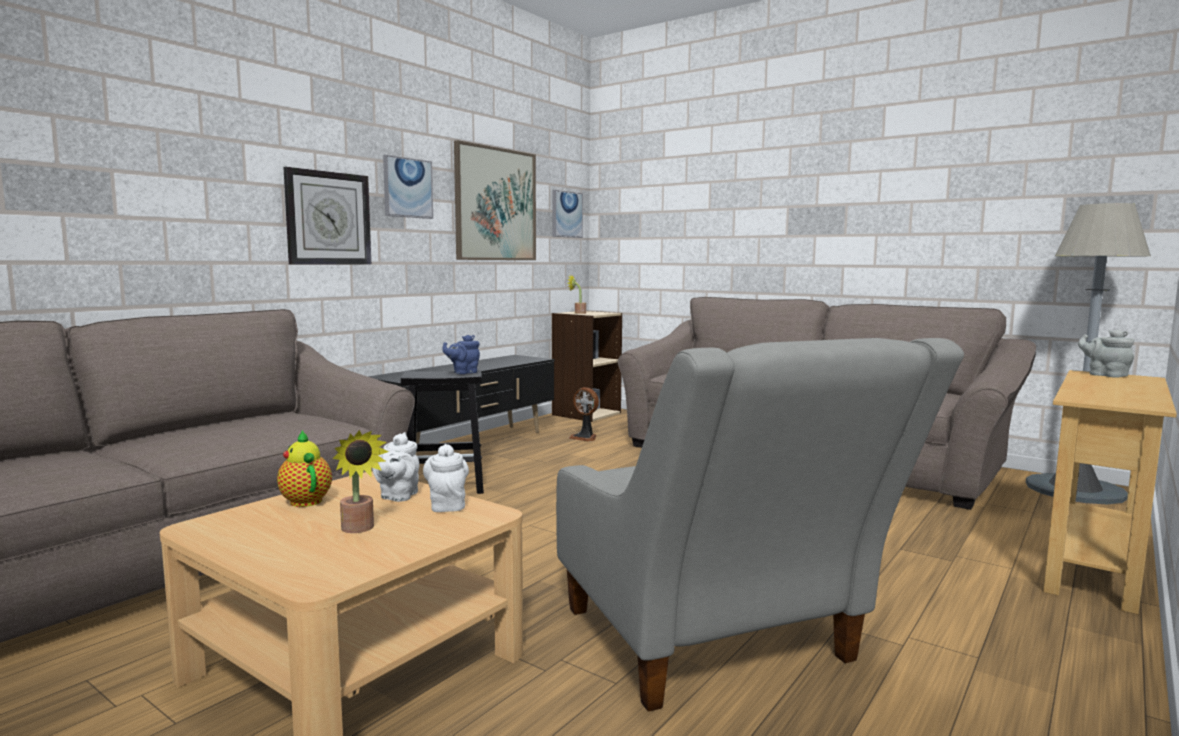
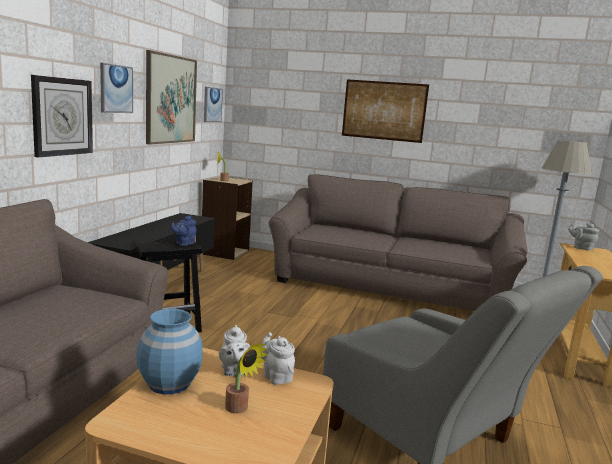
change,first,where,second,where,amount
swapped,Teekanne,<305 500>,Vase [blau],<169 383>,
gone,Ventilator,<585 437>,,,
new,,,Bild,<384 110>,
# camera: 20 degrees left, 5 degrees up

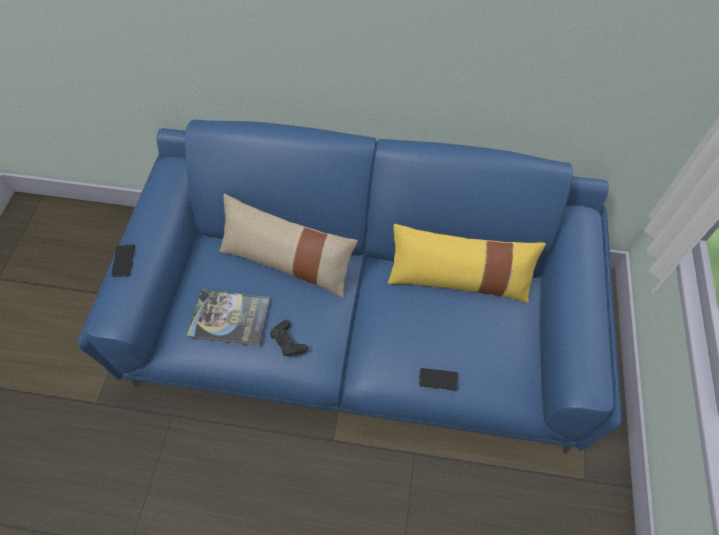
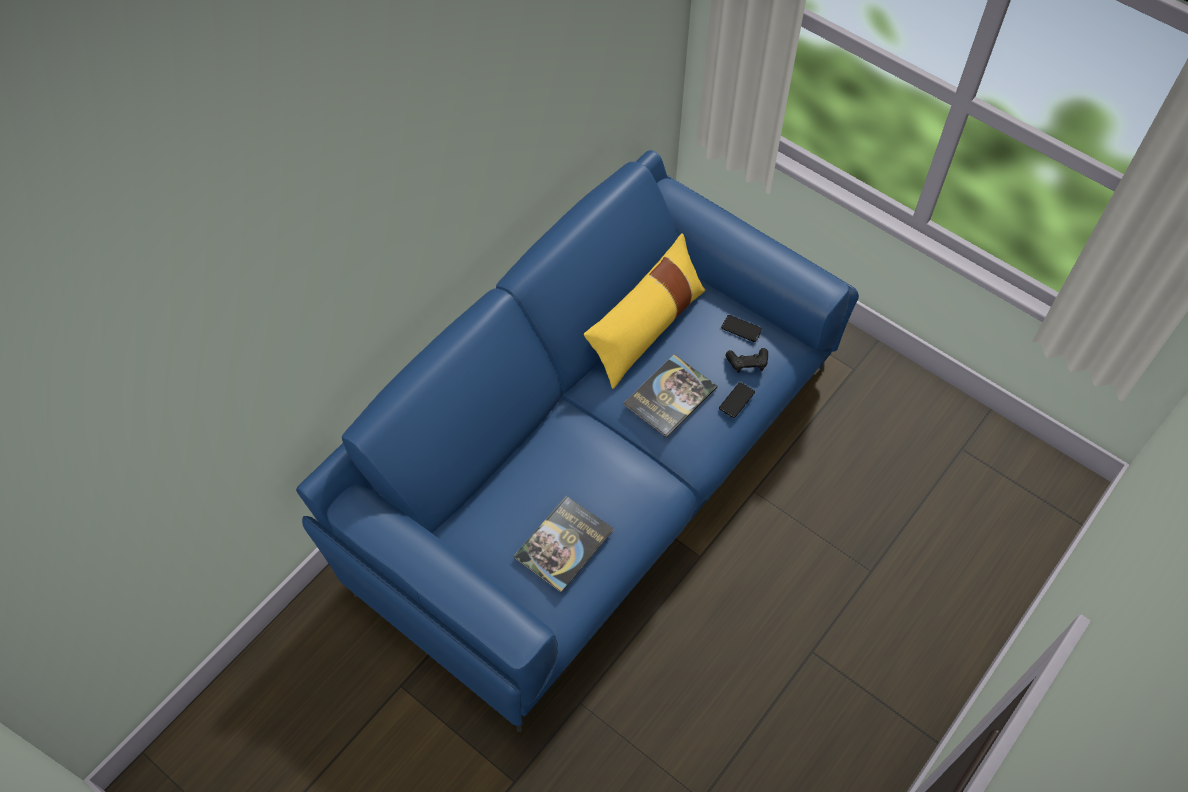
change,first,where,second,where,amount
shifted,Handy,<123 261>,,<741 329>,
gone,Kissen [beige],<287 262>,,,
shifted,Gamepad [schwarz],<288 342>,,<747 363>,
new,,,Buch,<670 396>,
# camera: 60 degrees left, 0 degrees up

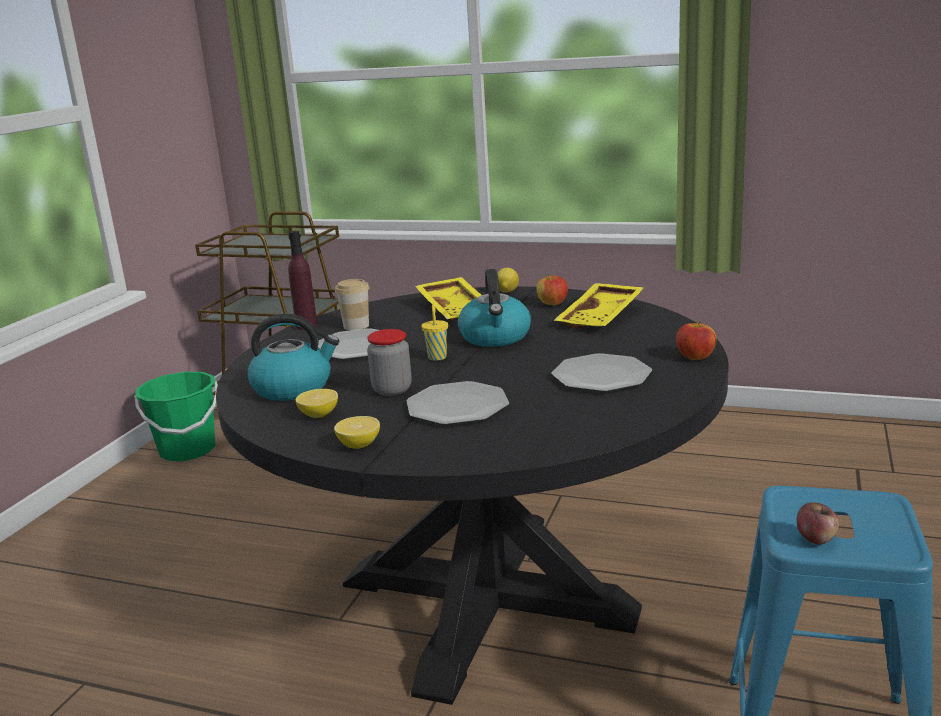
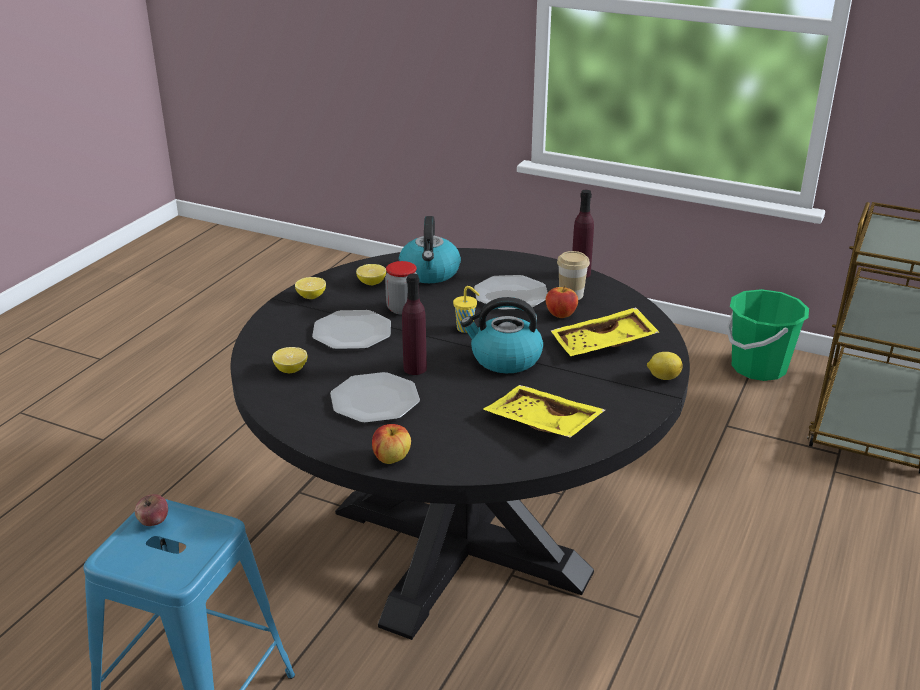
change,first,where,second,where,amount
shifted,Apfel,<552 304>,,<560 315>,
new,,,Zitrone,<291 369>,
new,,,Flasche [lila],<415 368>,
# camera: 95 degrees right, 10 degrees up

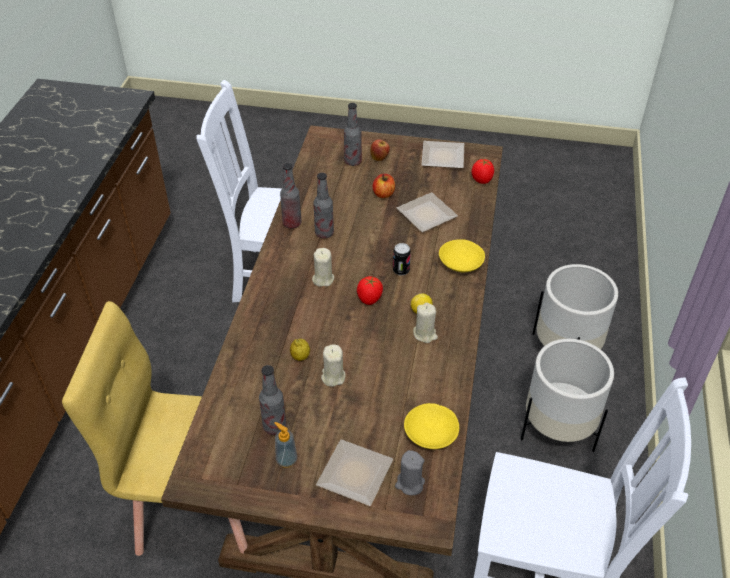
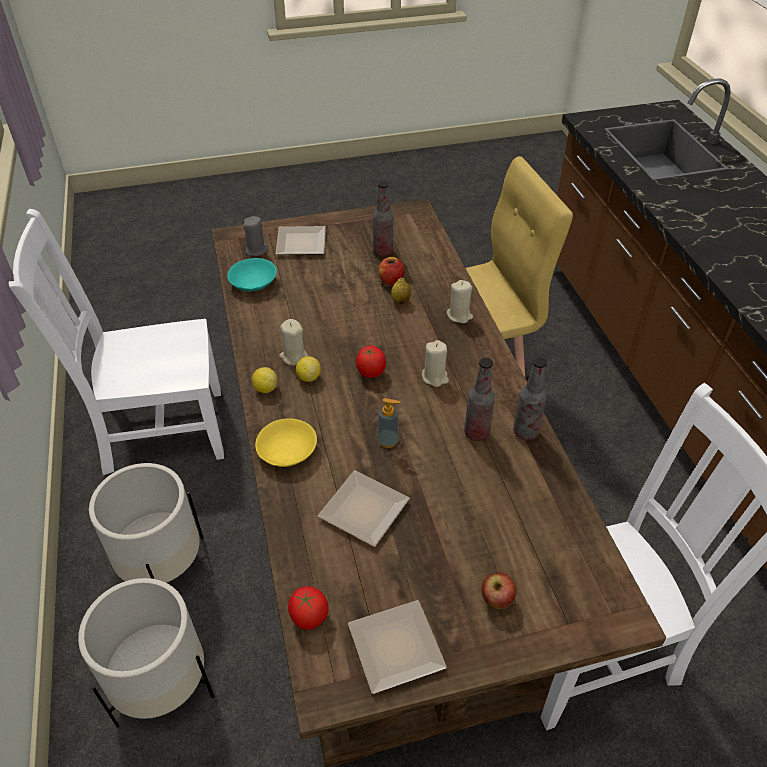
change,first,where,second,where,amount
shifted,Seifenspender,<286 460>,,<388 440>,
shifted,Kerze [beige],<333 376>,,<459 315>,
gone,Flasche,<353 162>,,,
shifted,Apfel,<383 194>,,<391 280>,
gone,Dose,<401 270>,,,
repainted,Schüssel [gelb],<431 433>,Schüssel [türkis],<252 283>,
new,,,Zitrone,<265 388>,
# camera: 155 degrees right, 0 degrees up

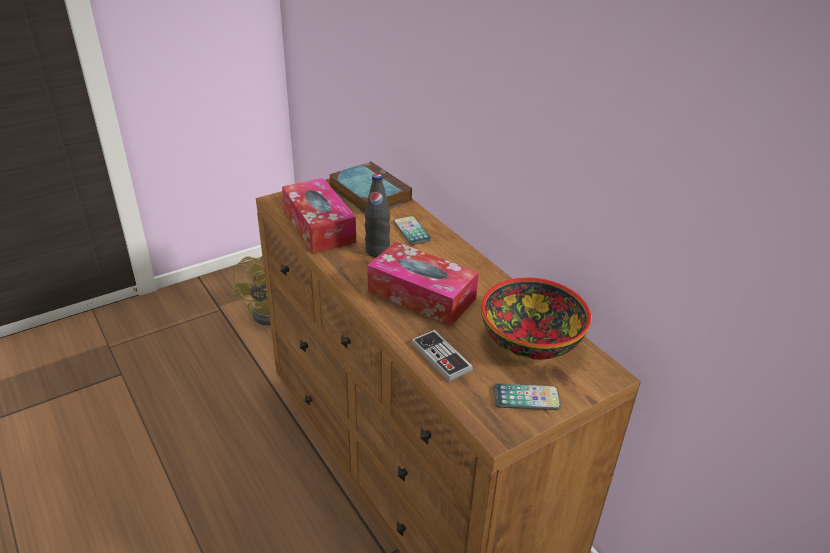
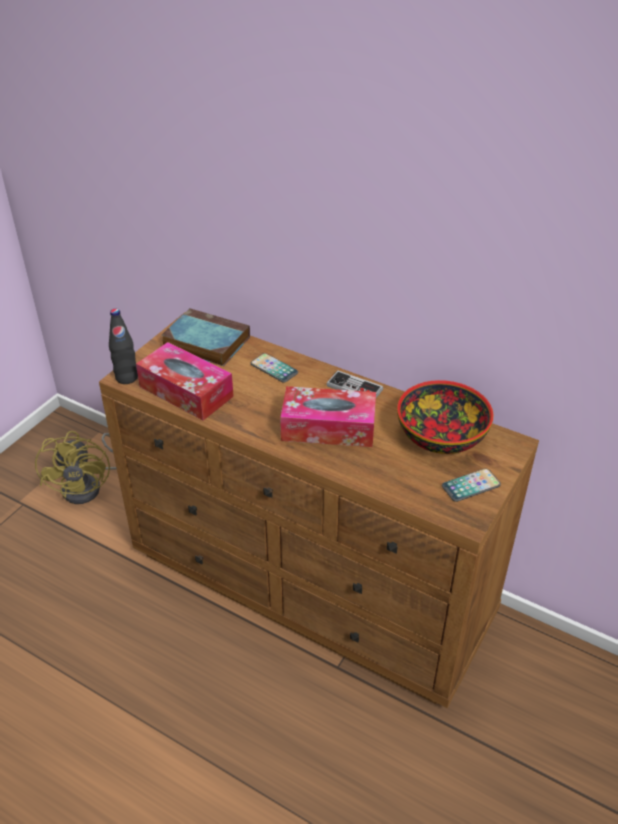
change,first,where,second,where,amount
shifted,Flasche [schwarz],<377 251>,,<127 377>,
shifted,Gamepad,<441 357>,,<354 388>,
# camera: 25 degrees left, 5 degrees up

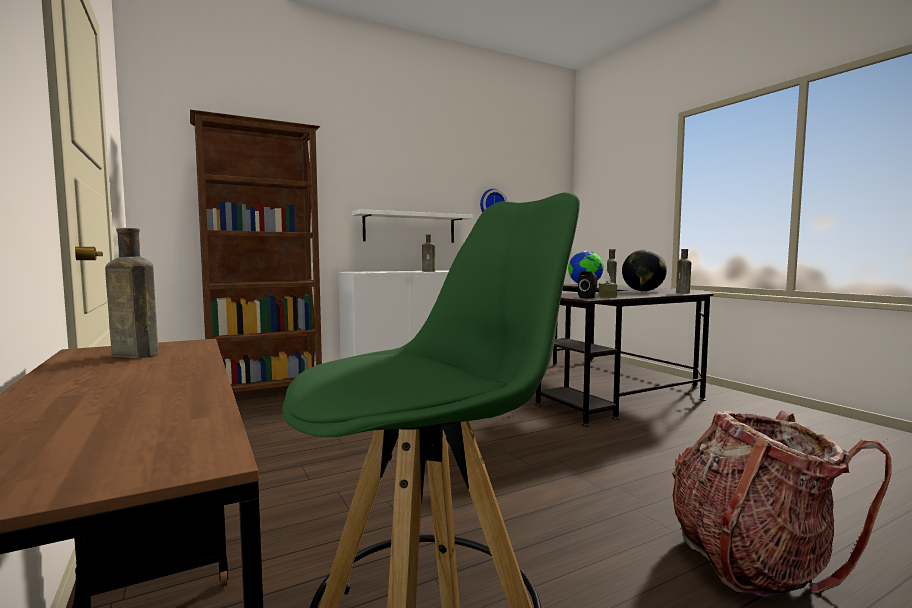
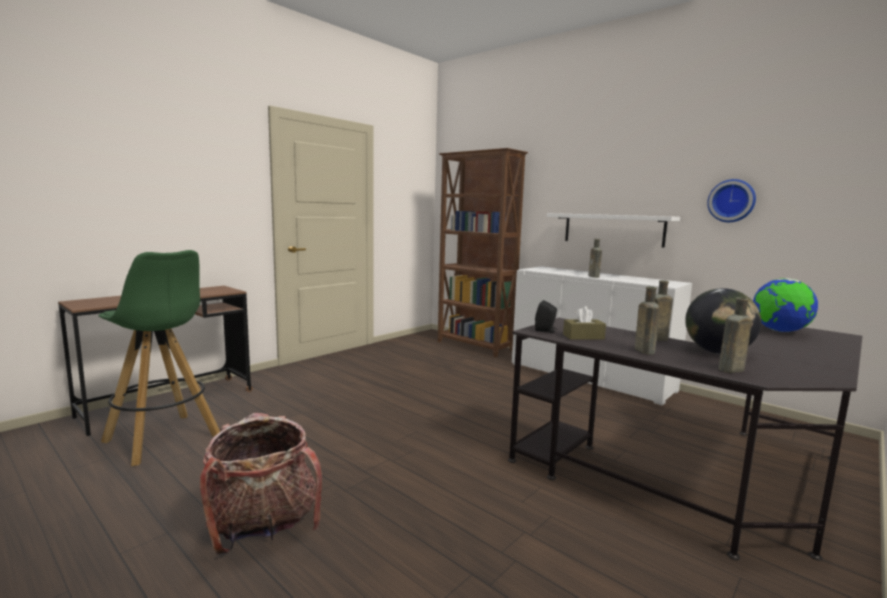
change,first,where,second,where,amount
shifted,Flasche [braun],<132 355>,,<643 350>,
# camera: 70 degrees right, 5 degrees up

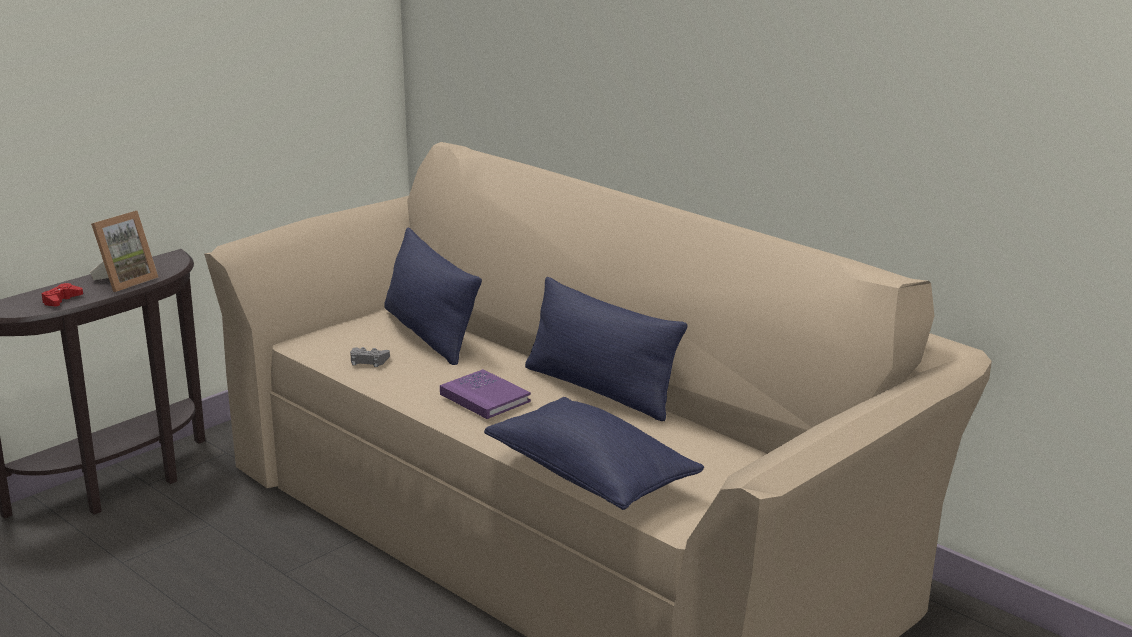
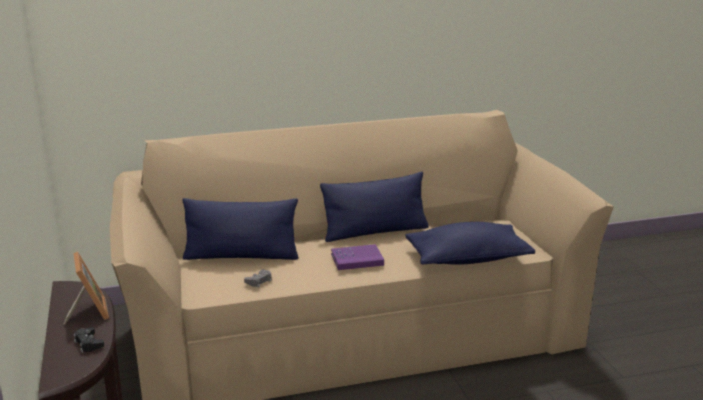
change,first,where,second,where,amount
repainted,Gamepad [rot],<61 300>,Gamepad [schwarz],<88 343>,
# camera: 60 degrees left, 0 degrees up

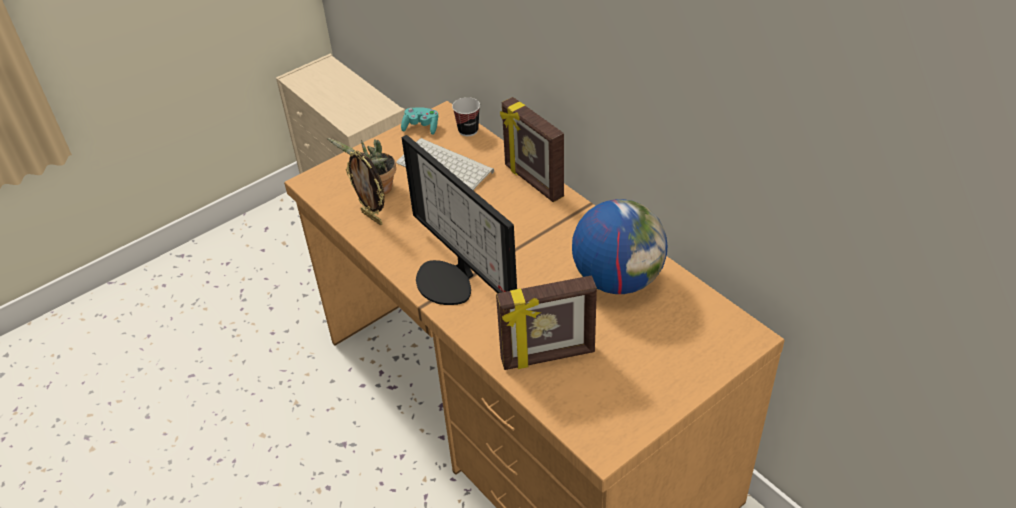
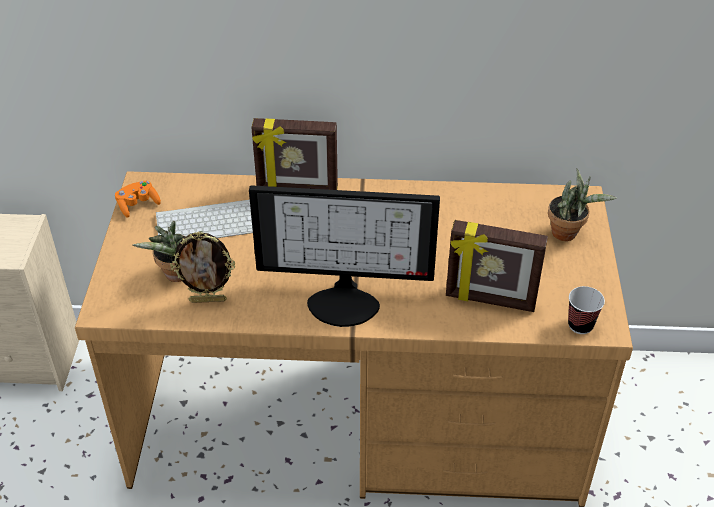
change,first,where,second,where,amount
repainted,Gamepad [türkis],<421 127>,Gamepad [orange],<138 205>,
shifted,Tasse,<468 130>,,<580 325>,
rotated,Bilderrahmen,<548 357>,,<490 300>,75 degrees clockwise
gone,Globus,<617 279>,,,
new,,,Topfpflanze,<568 233>,
# camera: 50 degrees left, 0 degrees up

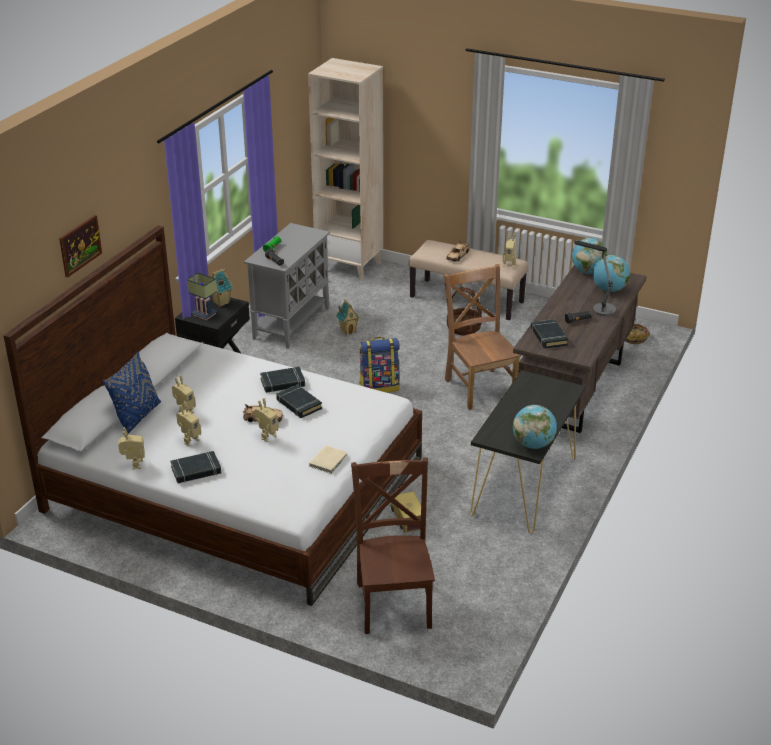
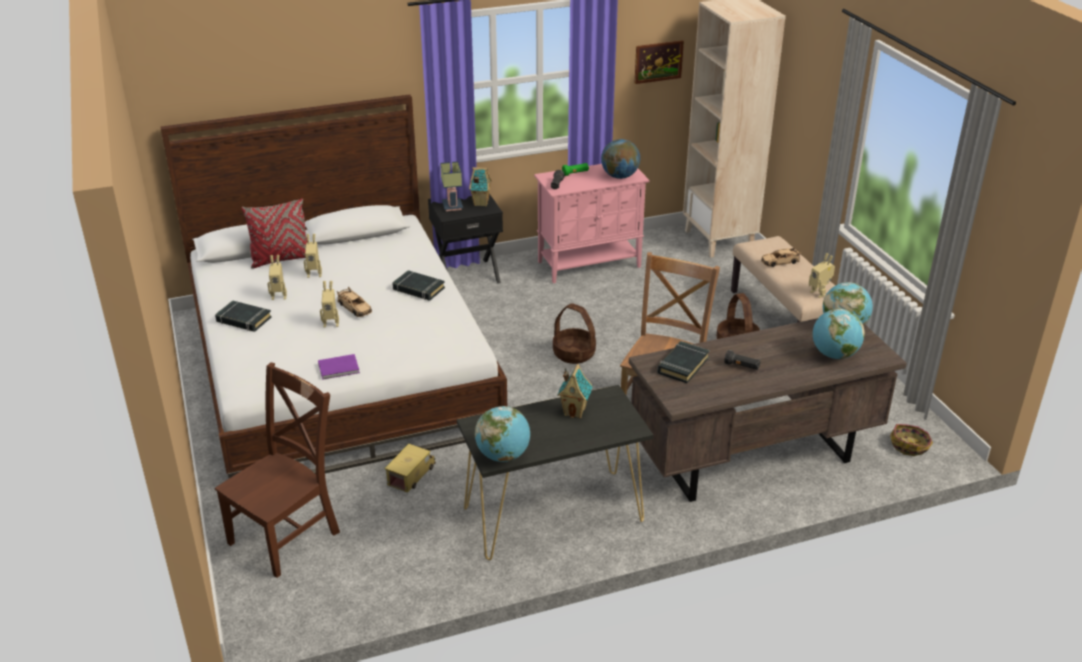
change,first,where,second,where,amount
shifted,Bild,<80 245>,,<658 61>,
repainted,Kissen [blau],<137 417>,Kissen [rot],<281 259>,
gone,Spielzeugroboter,<133 465>,,,
repainted,Schrank [grau],<291 323>,Schrank [rosa],<590 264>,
gone,Buch [schwarz],<298 404>,,,
repainted,Buch [beige],<329 460>,Buch [lila],<340 368>,
shifted,Spielzeughaus,<348 331>,,<575 411>,
swapped,Rucksack,<379 386>,Korb,<574 353>,
gone,Tischlampe,<598 308>,,,
new,,,Globus,<619 176>,
# camera: 45 degrees right, 0 degrees up

